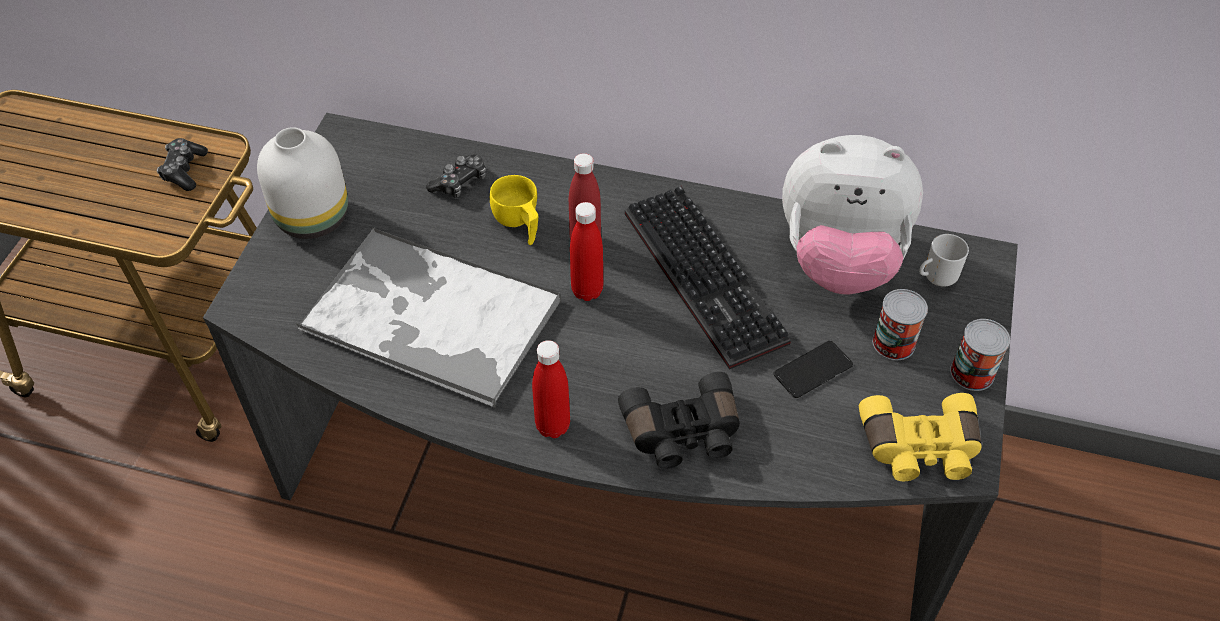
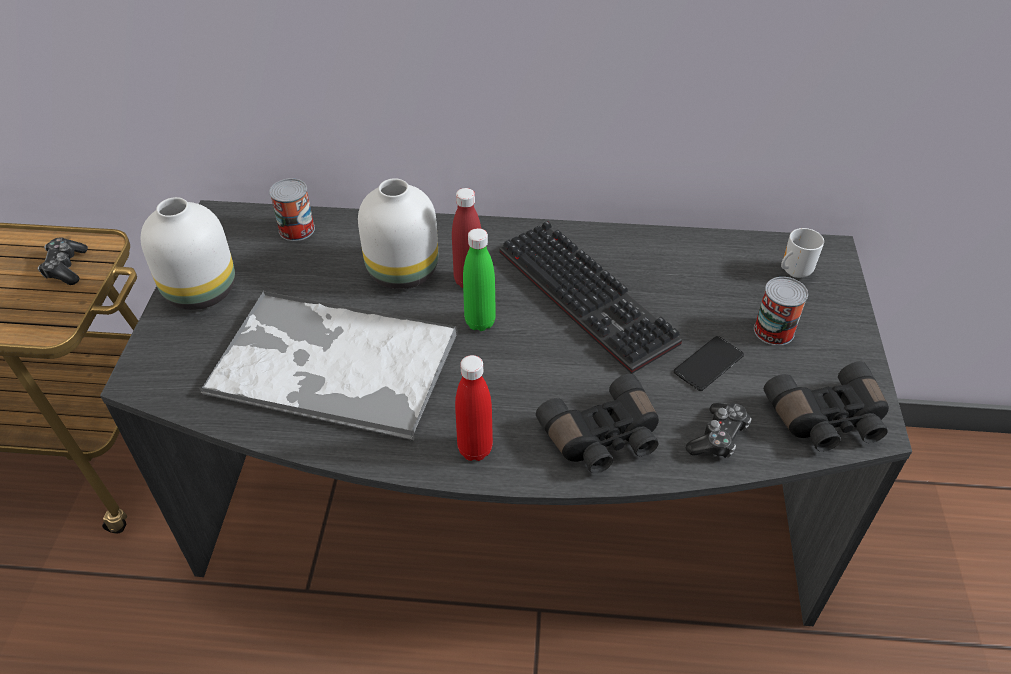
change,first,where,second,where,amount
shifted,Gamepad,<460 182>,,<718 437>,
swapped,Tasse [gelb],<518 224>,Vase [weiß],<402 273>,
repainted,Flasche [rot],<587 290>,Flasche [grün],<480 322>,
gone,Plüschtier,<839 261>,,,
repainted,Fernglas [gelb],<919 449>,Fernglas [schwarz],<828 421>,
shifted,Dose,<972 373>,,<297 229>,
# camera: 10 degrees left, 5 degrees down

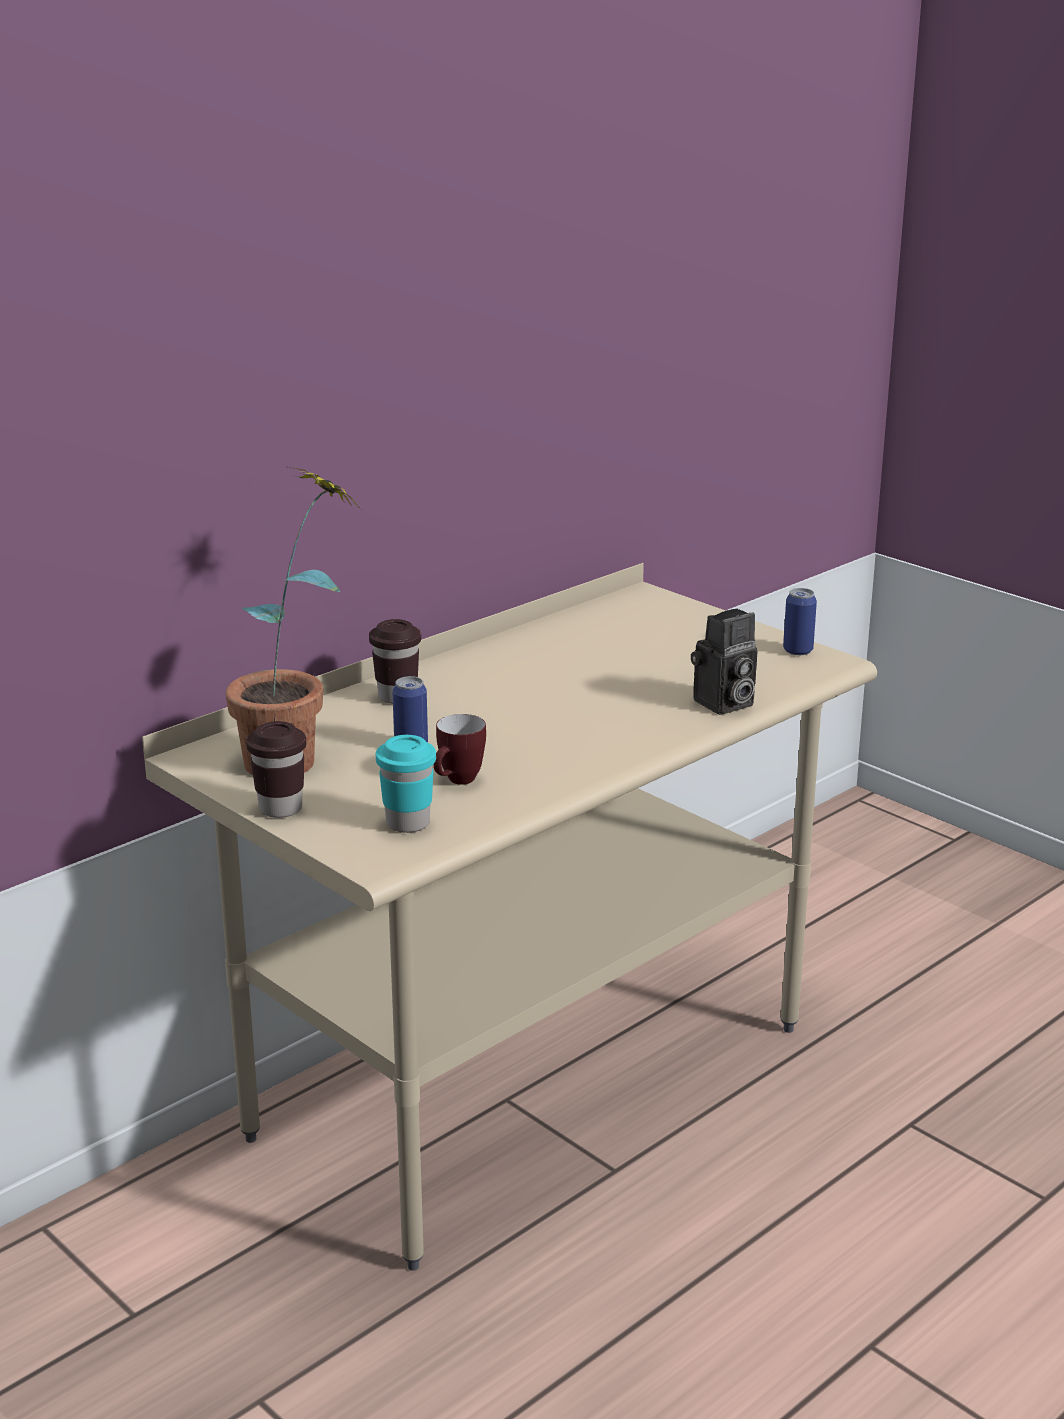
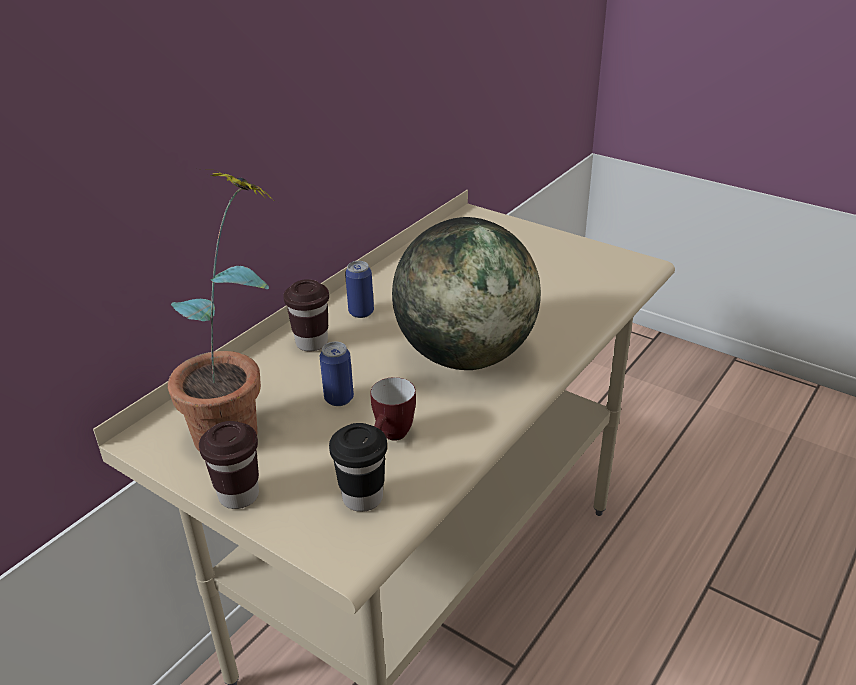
change,first,where,second,where,amount
repainted,Tasse [türkis],<408 823>,Tasse [schwarz],<362 498>,
gone,Kamera,<723 704>,,,
shifted,Dose,<798 650>,,<361 312>,
new,,,Globus,<464 355>,
# camera: 10 degrees left, 10 degrees up

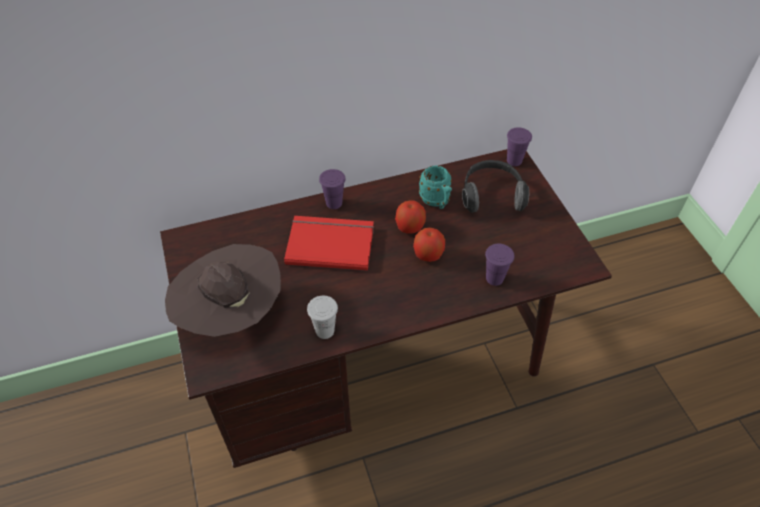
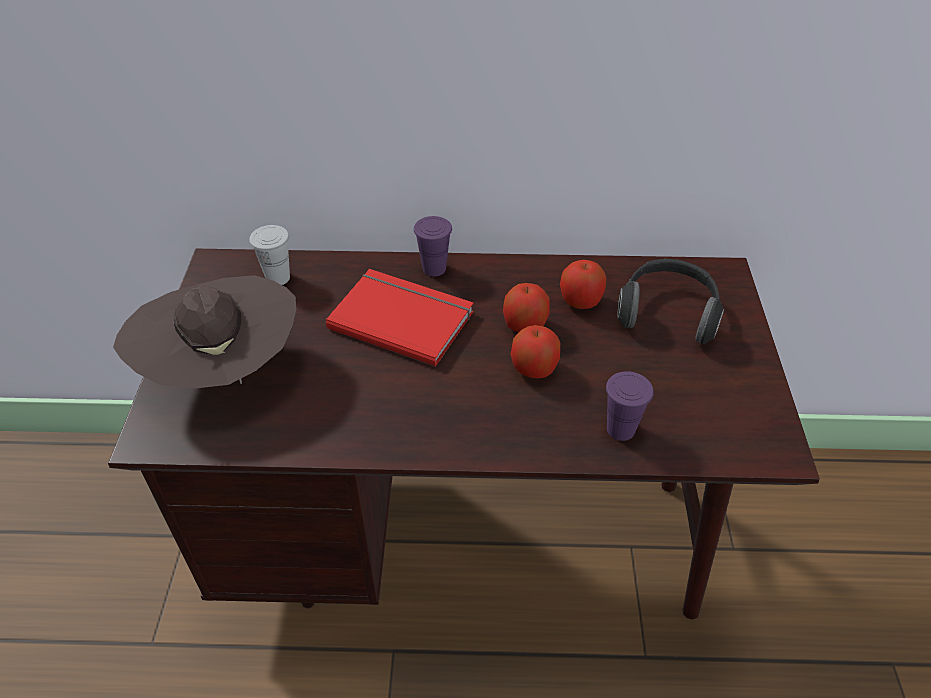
change,first,where,second,where,amount
shifted,Tasse [weiß],<325 331>,,<278 278>,
swapped,Henkelbecher [türkis],<436 202>,Apfel,<580 302>,
gone,Tasse [lila],<514 161>,,,
# camera: 20 degrees right, 5 degrees down

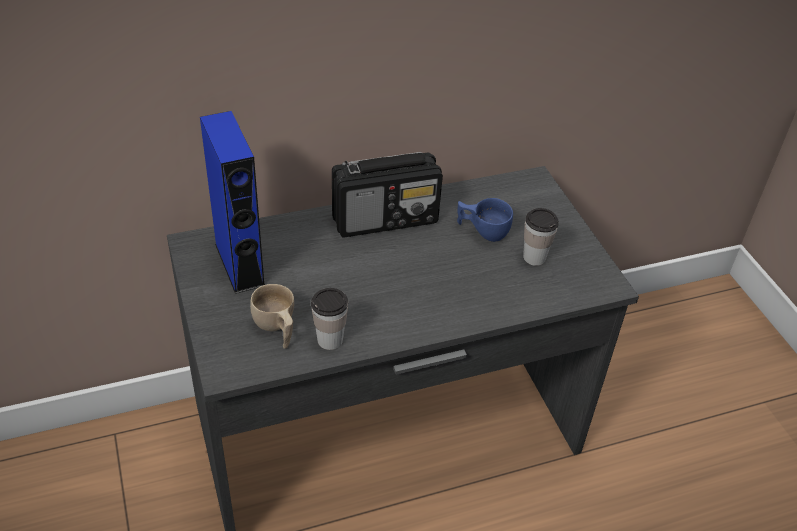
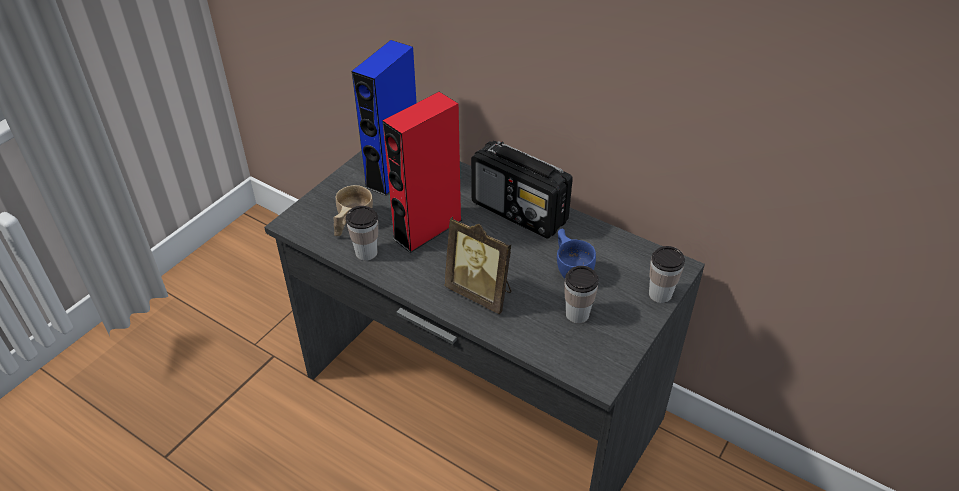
change,first,where,second,where,amount
new,,,Lautsprecher [rot],<427 229>,
new,,,Bilderrahmen,<481 293>,
new,,,Tasse,<660 294>,
# camera: 55 degrees right, 0 degrees up

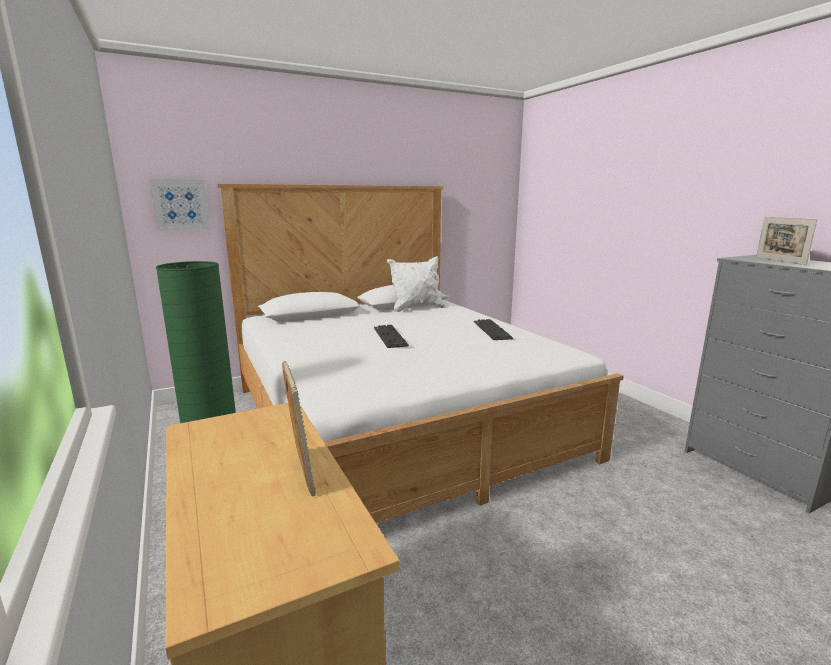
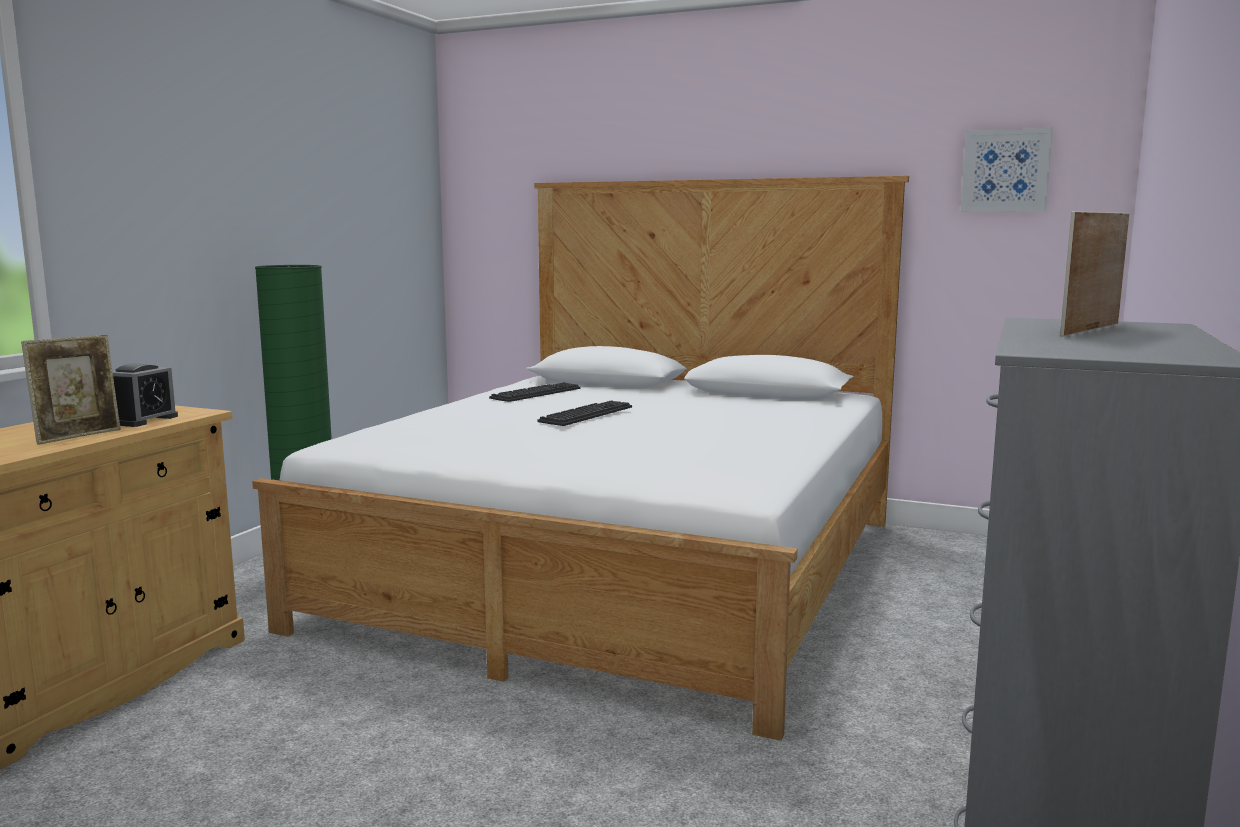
change,first,where,second,where,amount
shifted,Bild,<180 205>,,<1005 171>,
gone,Kissen [weiß],<416 308>,,,
shifted,Tastatur,<492 330>,,<536 393>,
new,,,Wecker,<142 420>,
# camera: 50 degrees right, 5 degrees down

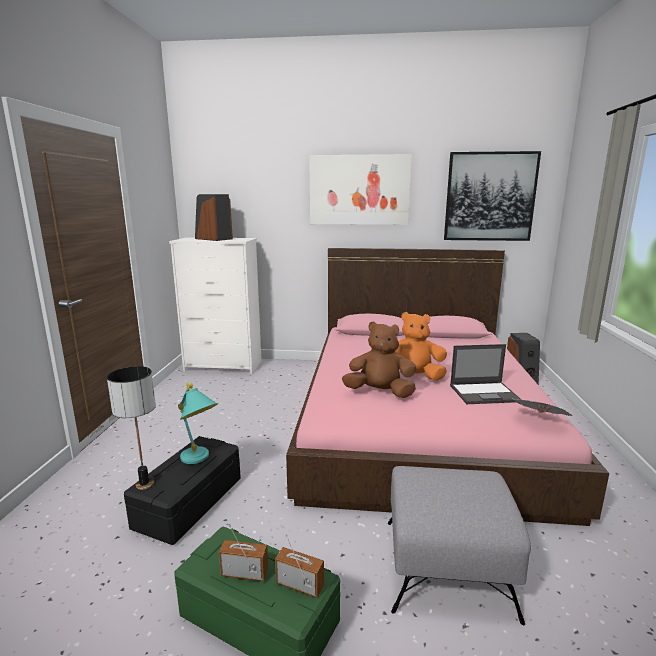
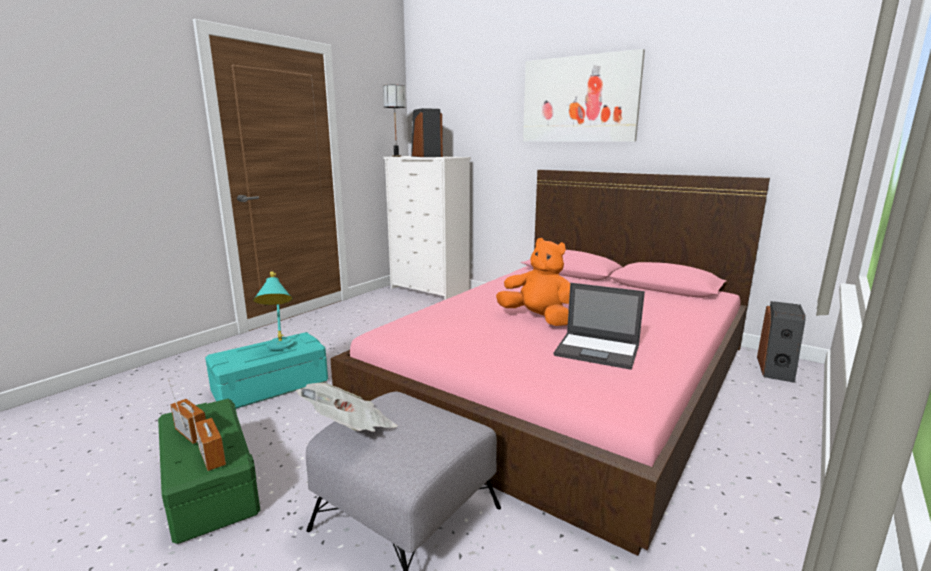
change,first,where,second,where,amount
shifted,Tischlampe,<145 484>,,<396 156>,
repainted,Aufbewahrungsbox [schwarz],<189 502>,Aufbewahrungsbox [türkis],<271 386>,
gone,Plüschtier [braun],<380 392>,,,
gone,Bild,<490 197>,,,
shifted,Zeitung,<540 421>,,<350 429>,
# camera: 30 degrees right, 0 degrees up

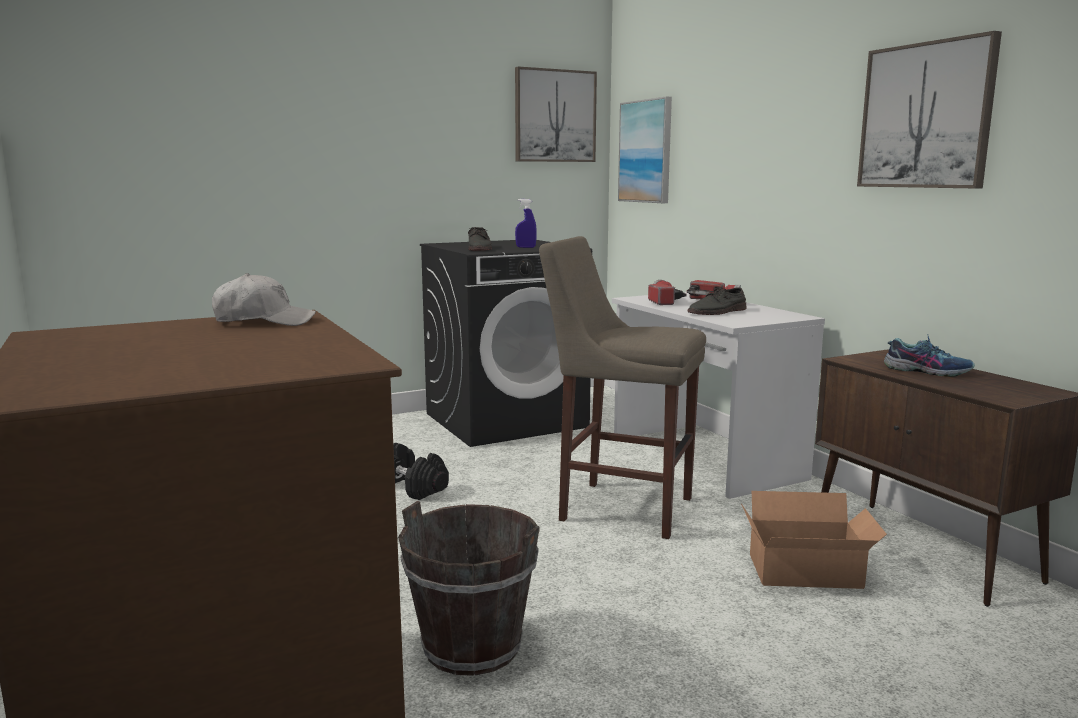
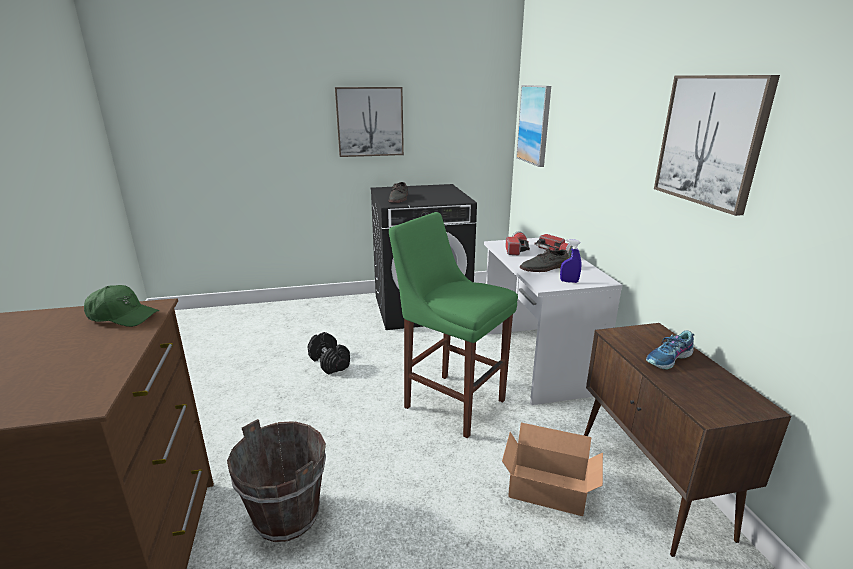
change,first,where,second,where,amount
repainted,Kappe [weiß],<264 321>,Kappe [grün],<123 316>,
shifted,Bild,<555 116>,,<370 122>,
shifted,Sprühflasche [blau],<525 247>,,<569 281>,
repainted,Hocker [beige],<619 507>,Hocker [grün],<450 401>,
rotated,Schuh,<927 371>,,<669 359>,105 degrees clockwise
# camera: 15 degrees right, 10 degrees up

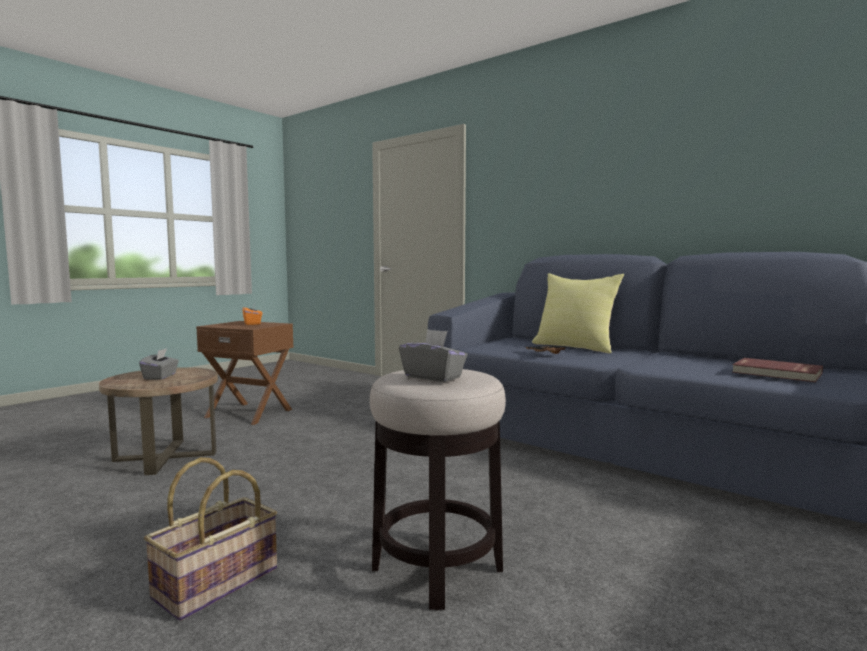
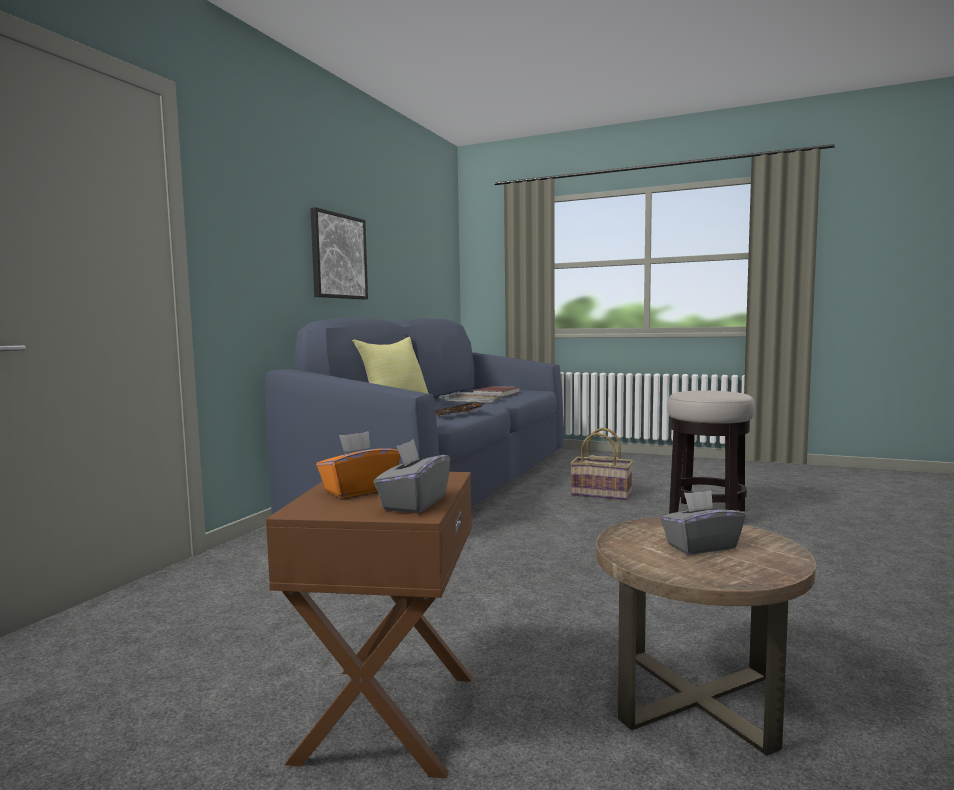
change,first,where,second,where,amount
shifted,Korb,<217 584>,,<602 494>,
shifted,Taschentuchbox [grau],<433 377>,,<414 504>,
new,,,Bild,<338 256>,
new,,,Tablett [grau],<471 400>,
# camera: 105 degrees left, 0 degrees up

